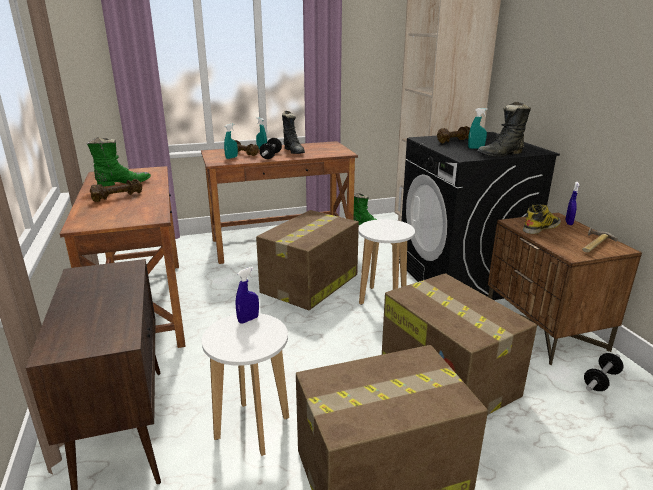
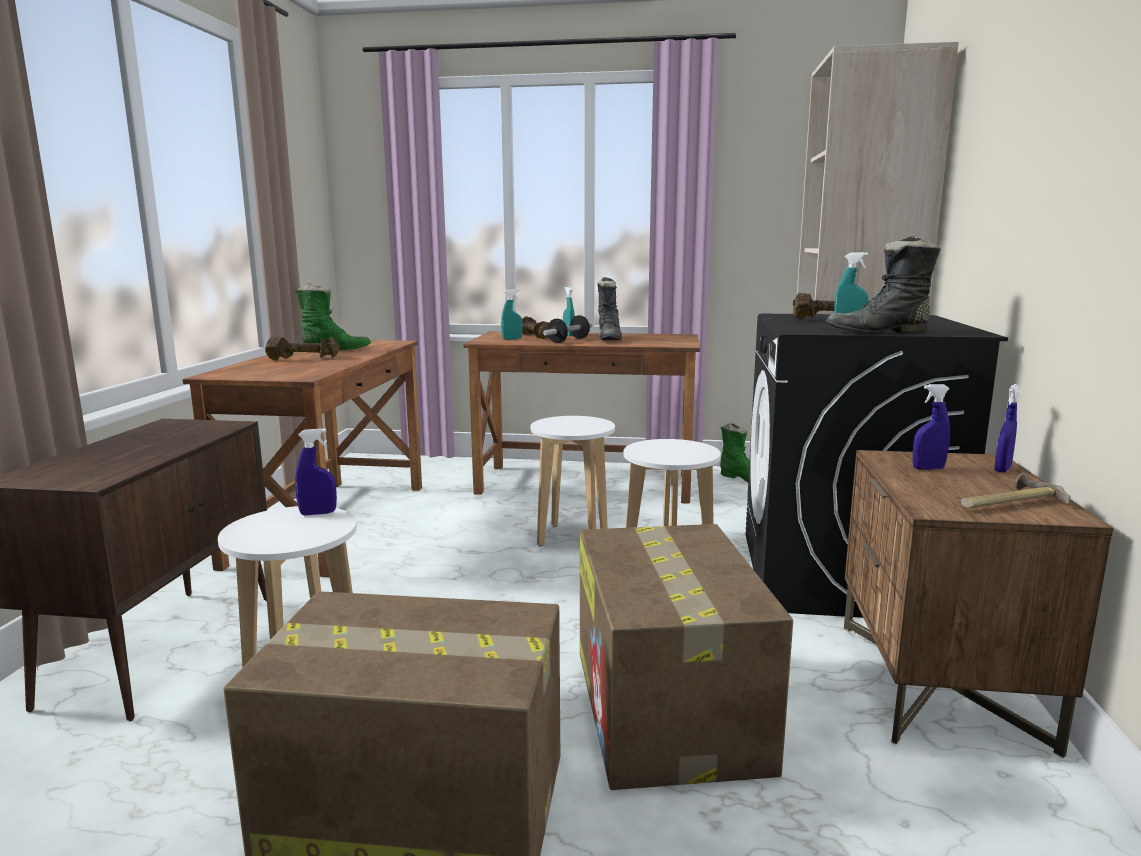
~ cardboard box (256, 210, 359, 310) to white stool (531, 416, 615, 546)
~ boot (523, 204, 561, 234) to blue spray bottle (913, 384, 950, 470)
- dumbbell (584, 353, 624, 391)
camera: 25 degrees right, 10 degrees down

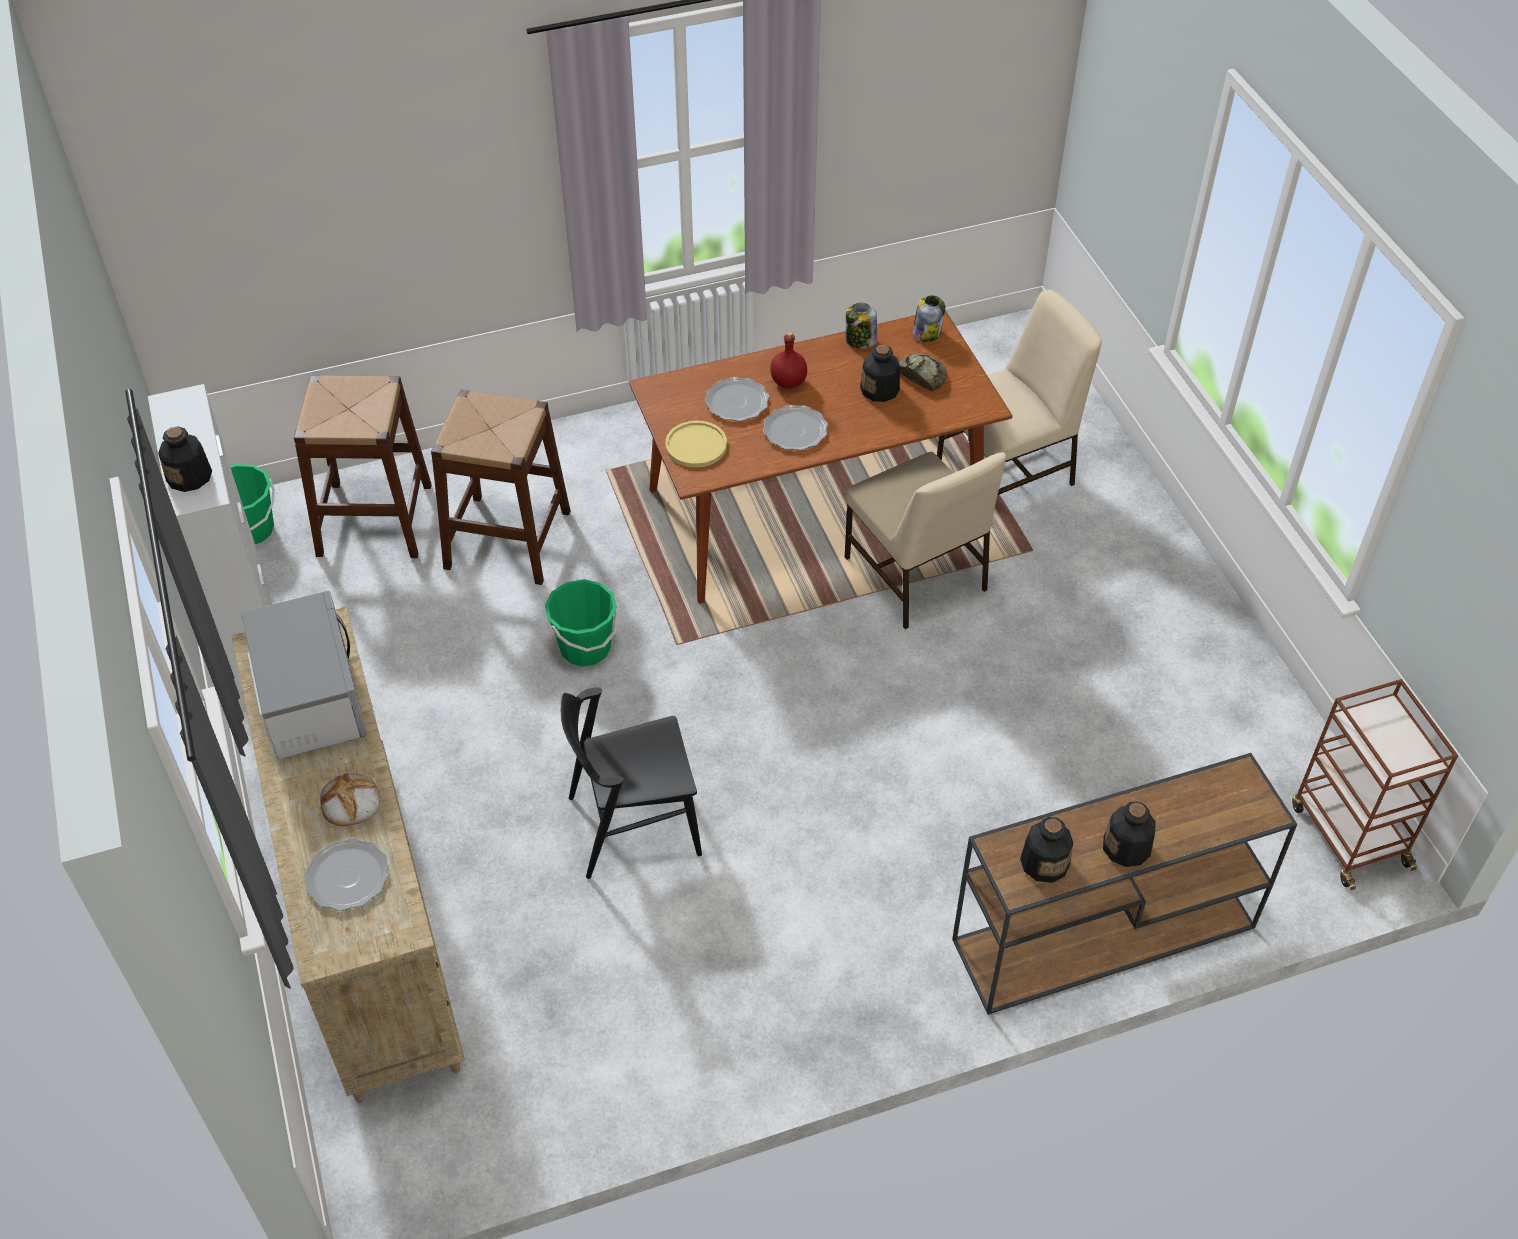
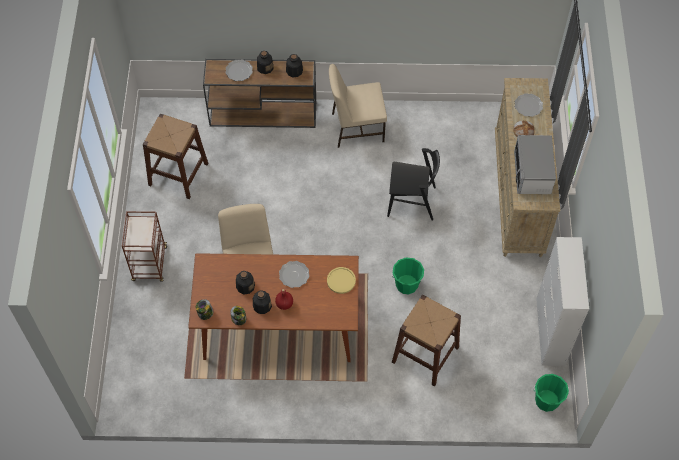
~ brown cart (1292, 679, 1458, 891) to (122, 211, 167, 282)
~ brown stool (294, 375, 432, 558) to (143, 114, 208, 199)
~ plate (705, 377, 769, 421) to (226, 60, 253, 81)
~ bottle (158, 426, 212, 492) to (253, 290, 272, 314)
~ beige chair (937, 290, 1102, 495) to (329, 64, 387, 148)
- bread (899, 354, 946, 391)
camera: 160 degrees left, 10 degrees up

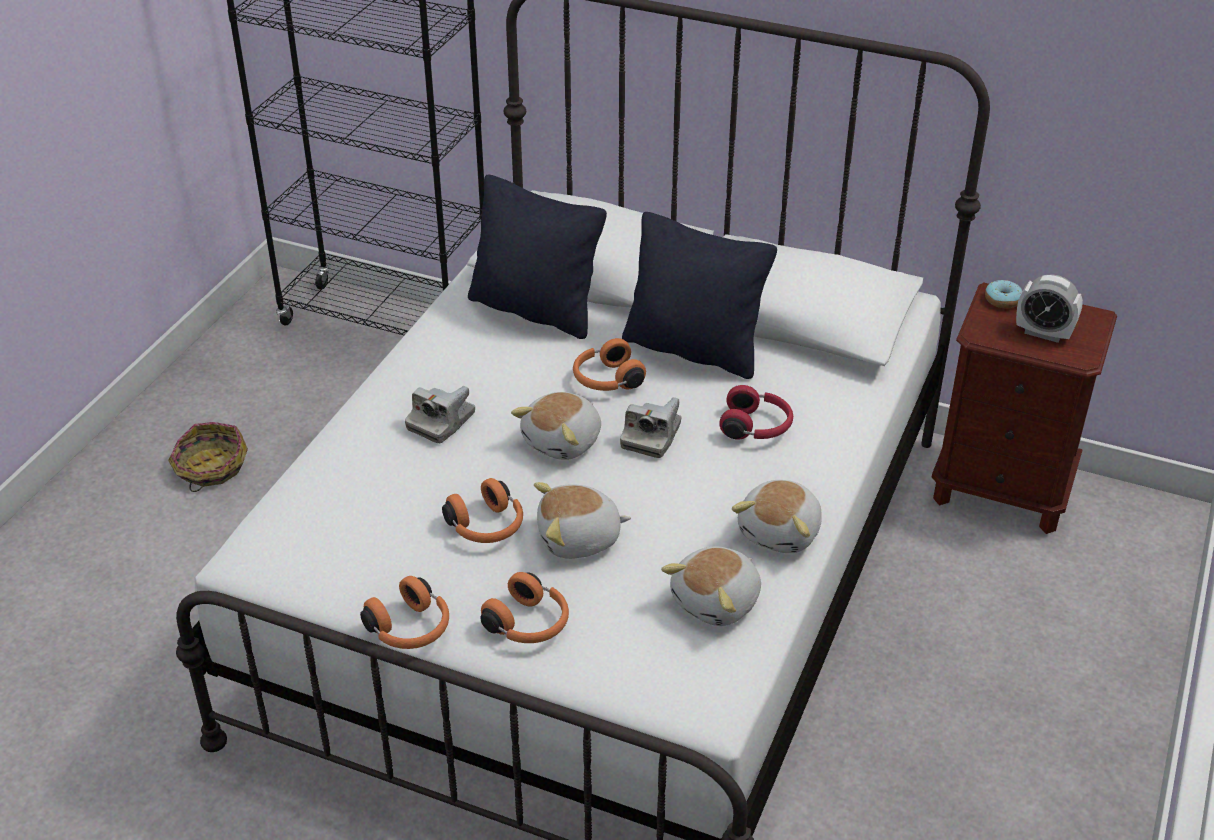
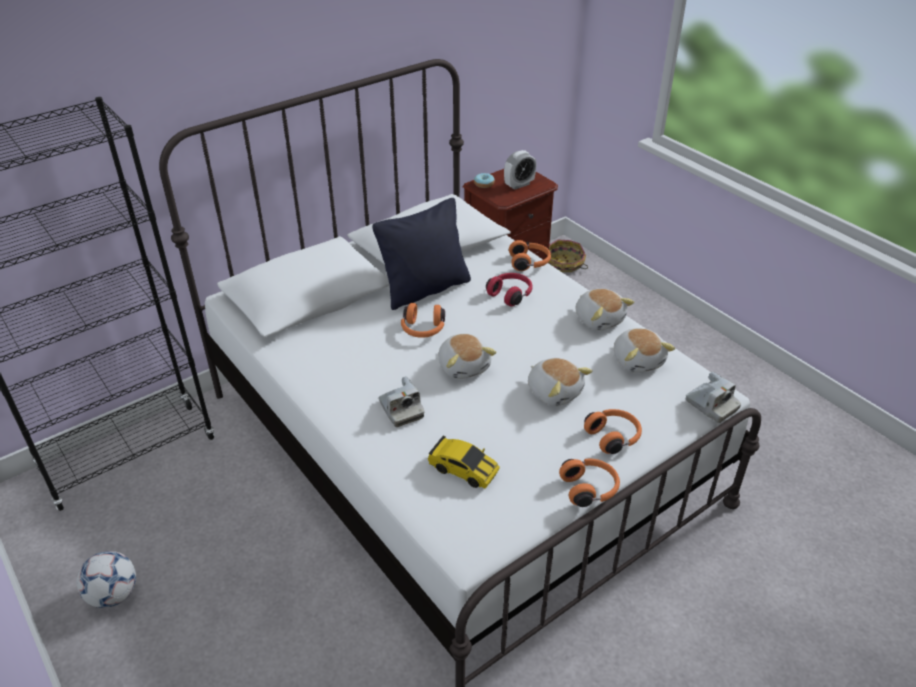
+ football (77, 551, 136, 608)
+ toy car (428, 436, 500, 488)
~ orange headphones (442, 478, 523, 543) to (509, 240, 551, 271)
~ plush toy (534, 482, 631, 559) = (528, 358, 592, 406) 60 degrees counterclockwise
~ basket (168, 422, 248, 492) to (548, 239, 588, 272)
~ photo camera (620, 397, 682, 458) to (686, 371, 741, 423)
- black pillow (468, 175, 607, 339)
camera: 60 degrees left, 0 degrees up

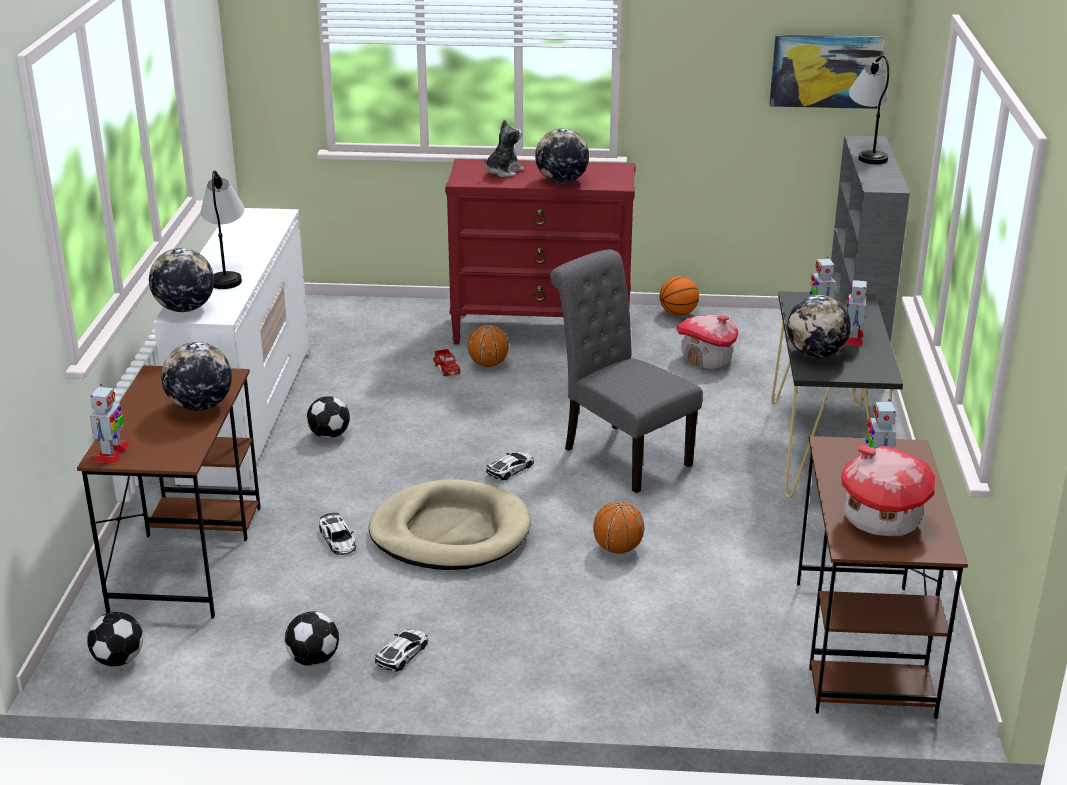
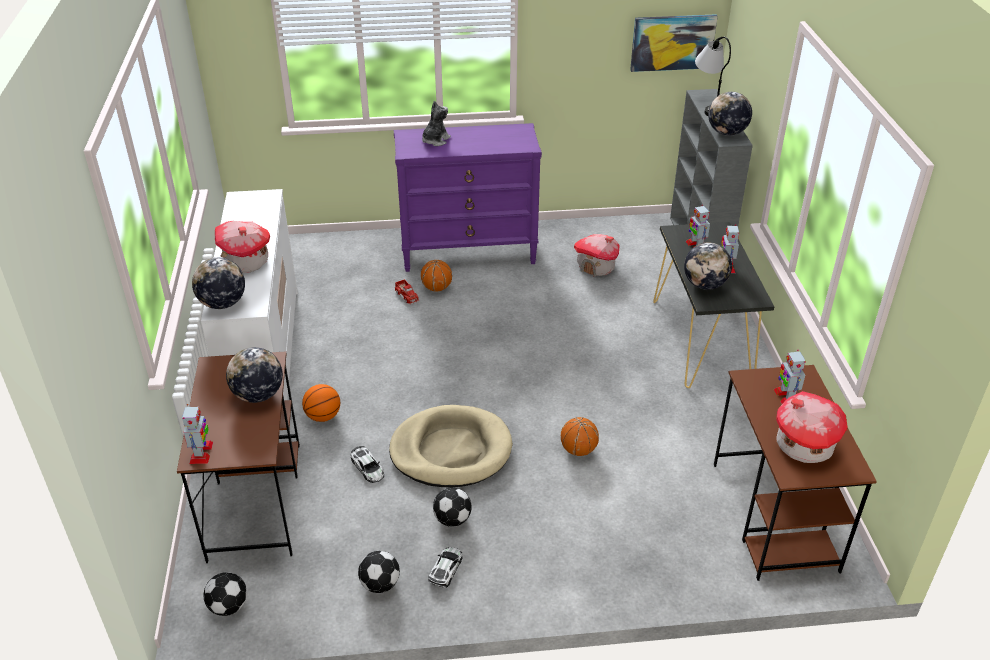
~ table lamp (201, 170, 244, 289) to toy house (215, 221, 270, 273)
~ basketball (660, 276, 699, 316) to (302, 384, 340, 422)
~ red dresser (445, 159, 636, 345) to purple dresser (394, 123, 542, 272)
~ football (307, 396, 350, 439) to (433, 487, 472, 527)
~ globe (535, 128, 589, 183) to (708, 92, 752, 136)
- toy car (486, 452, 534, 480)
- grey chair (550, 249, 703, 493)
camera: 10 degrees left, 10 degrees up

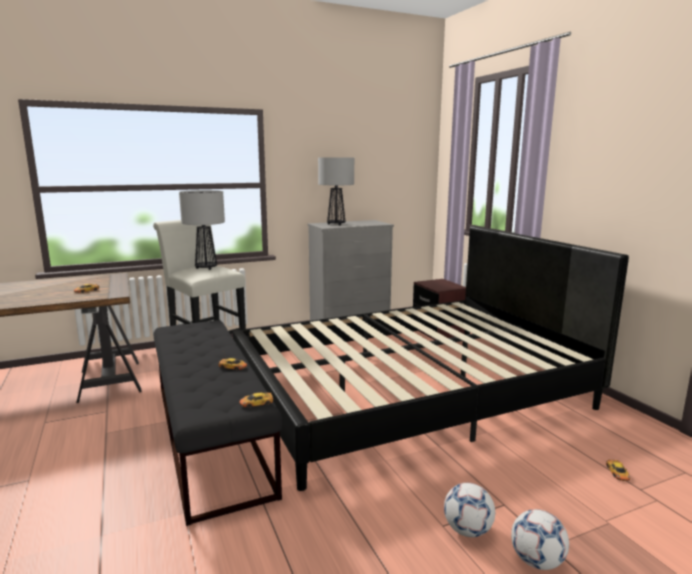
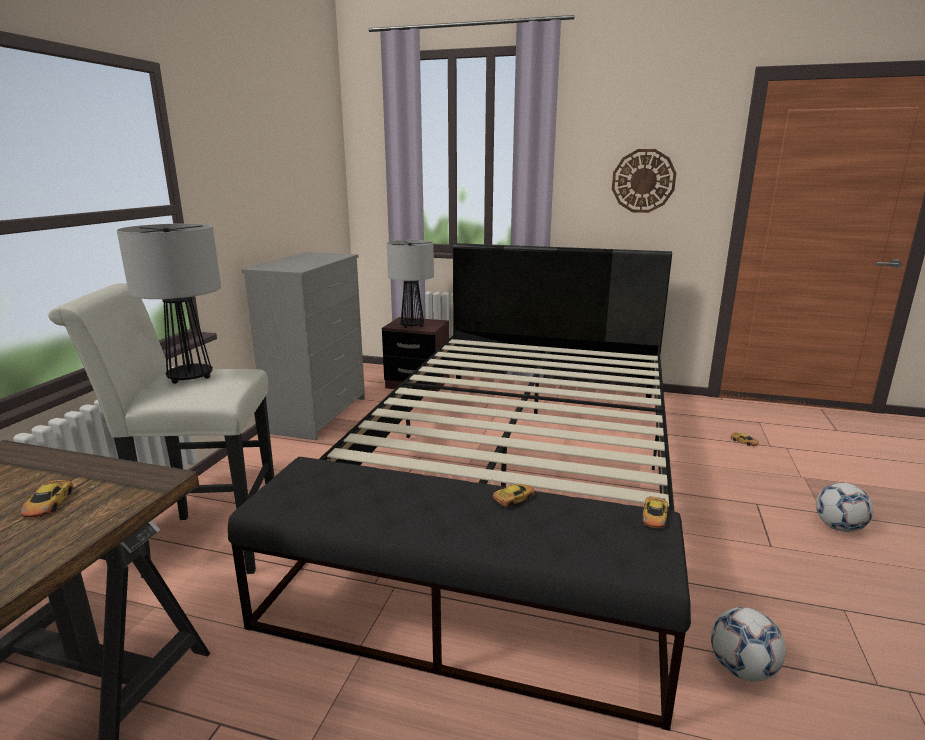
~ table lamp (318, 157, 354, 225) to (387, 240, 434, 328)
+ wall clock (612, 149, 676, 213)
~ football (444, 483, 495, 537) to (711, 607, 786, 682)
camera: 50 degrees left, 5 degrees up

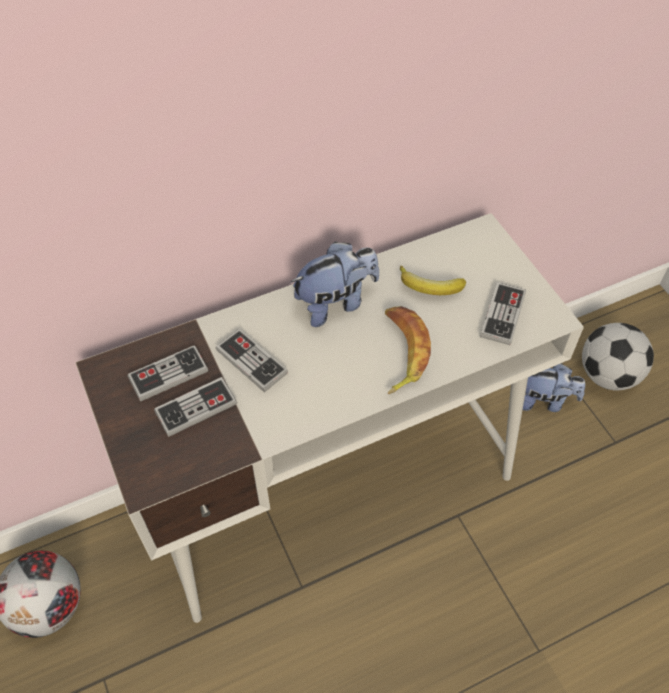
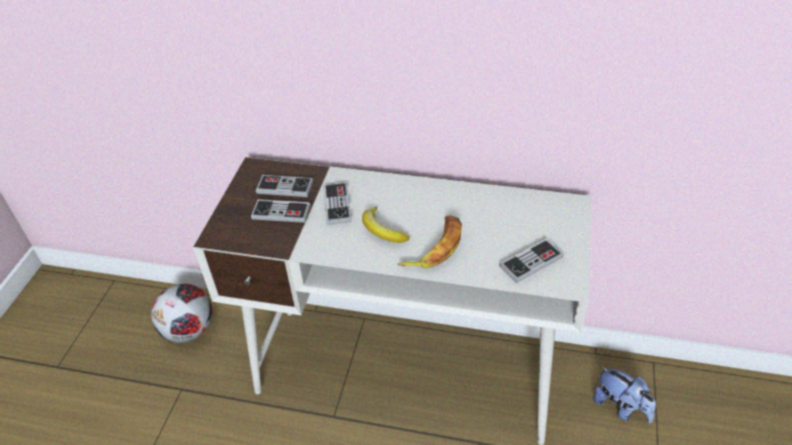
~ banana (400, 266, 466, 295) to (362, 207, 410, 243)
- plush toy (291, 242, 379, 327)
- football (582, 323, 654, 391)
camera: 40 degrees right, 10 degrees down

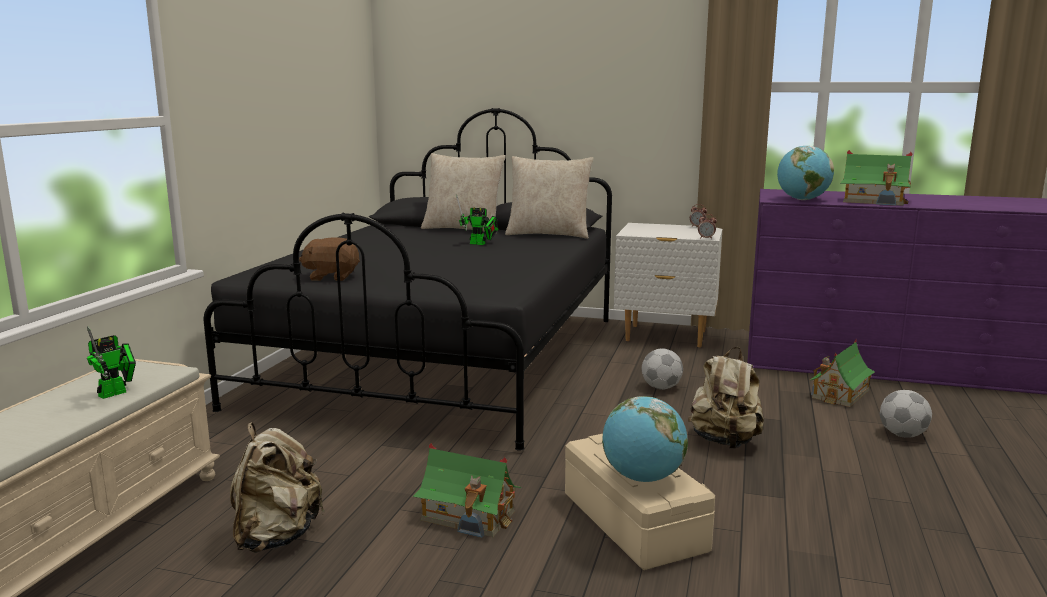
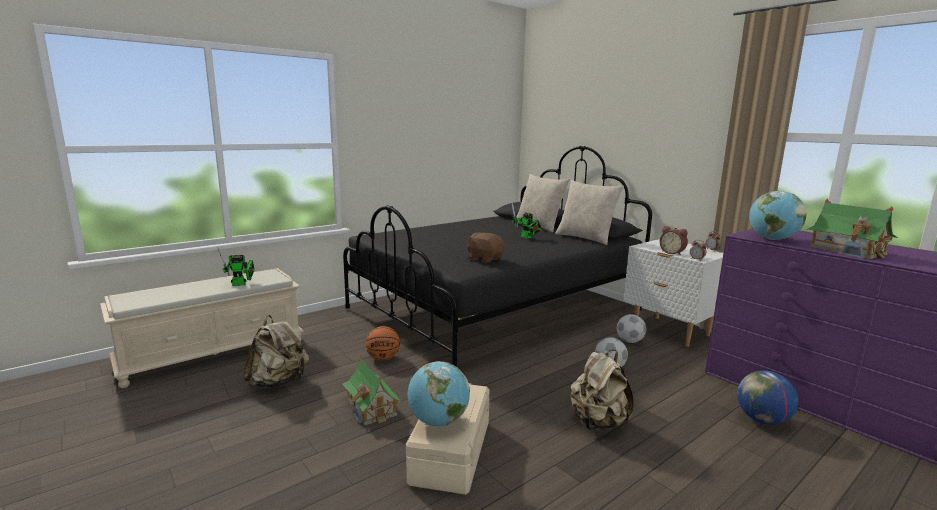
+ basketball (366, 326, 400, 361)
~ brown plush toy (299, 237, 360, 281) to (467, 232, 504, 263)
~ football (880, 390, 932, 438) to (616, 314, 646, 343)
+ alarm clock (660, 226, 688, 255)
~ toy house (810, 339, 875, 407) to globe (737, 371, 798, 425)
camera: 35 degrees right, 0 degrees up

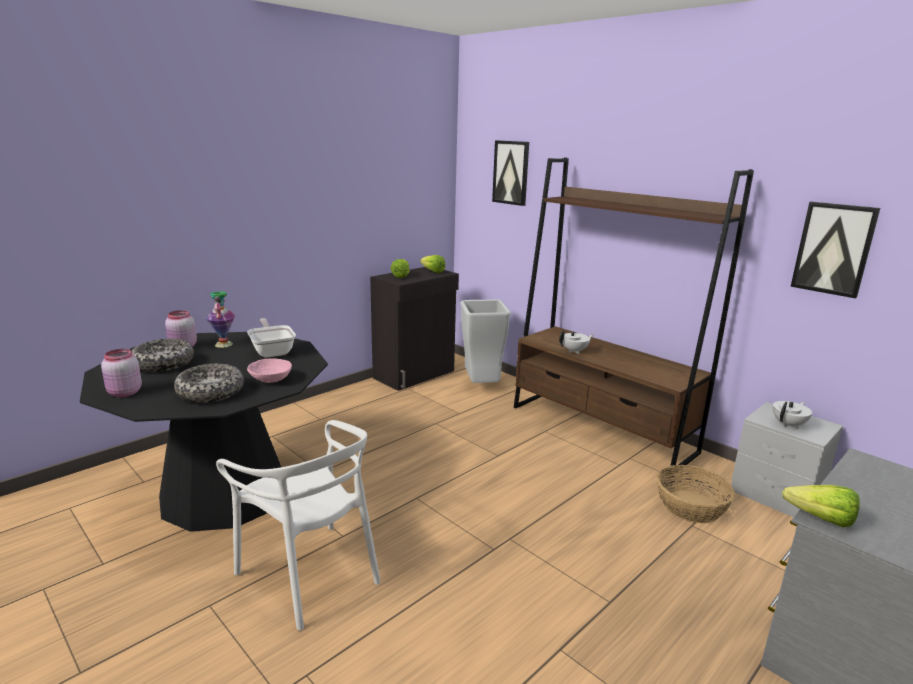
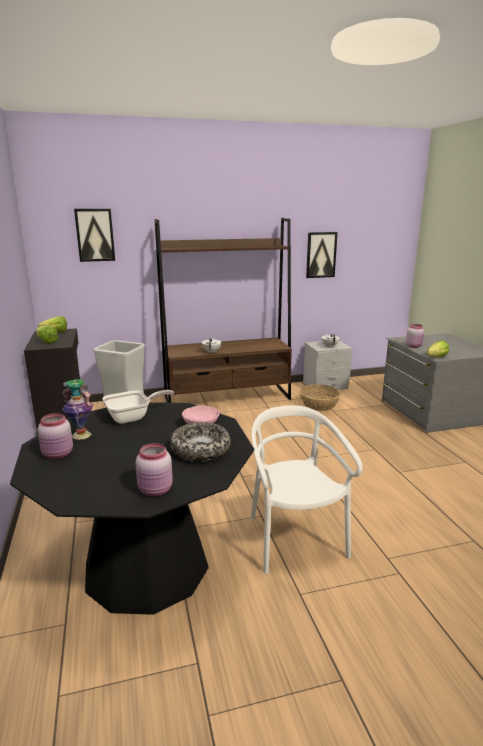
~ frying pan (247, 318, 296, 358) = (102, 390, 174, 424) 150 degrees clockwise
~ white chair (216, 420, 381, 630) = (251, 405, 363, 574) 90 degrees counterclockwise
+ pink jar (406, 324, 424, 348)
- bowl (131, 339, 194, 372)
camera: 60 degrees left, 0 degrees up

